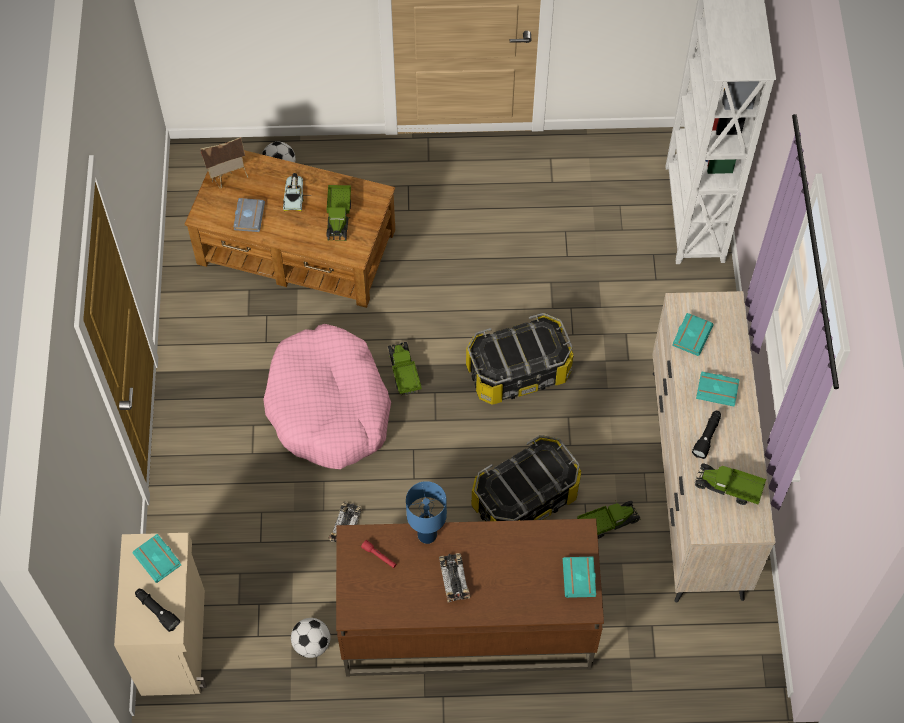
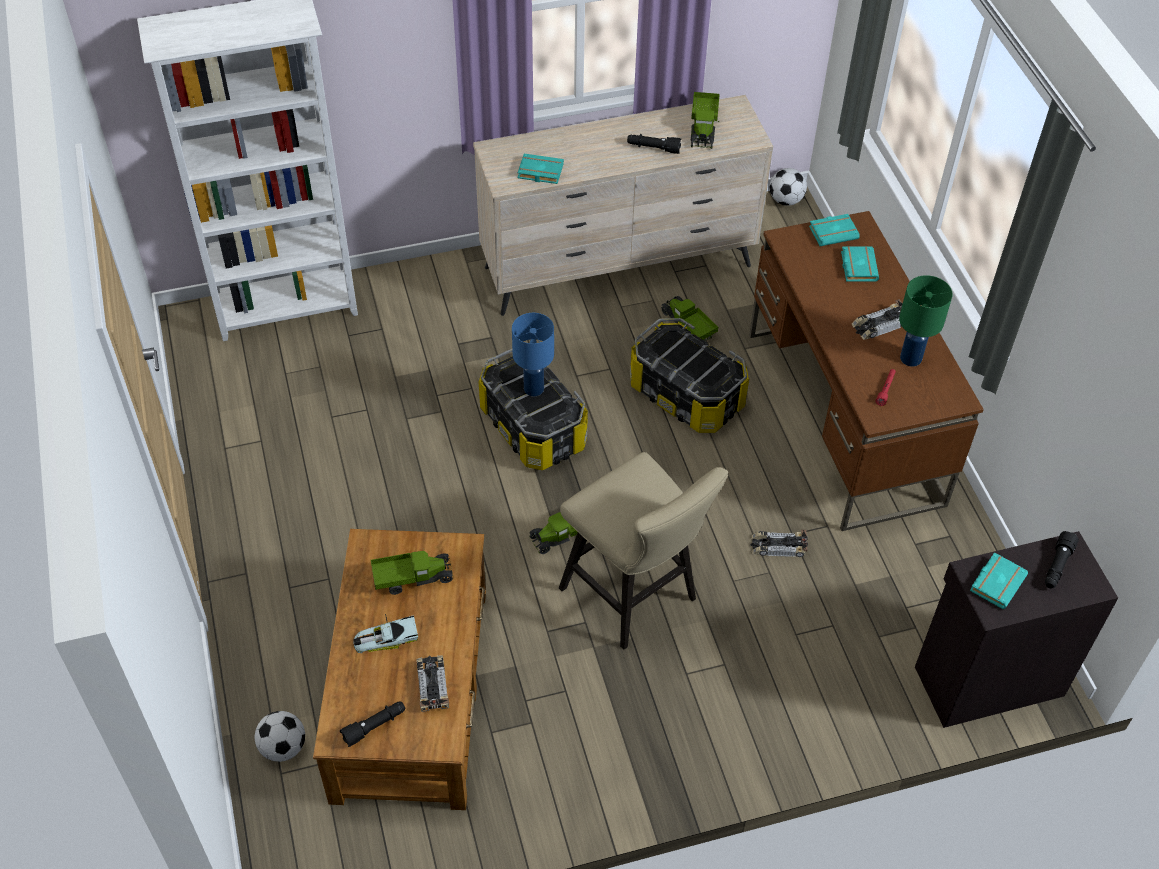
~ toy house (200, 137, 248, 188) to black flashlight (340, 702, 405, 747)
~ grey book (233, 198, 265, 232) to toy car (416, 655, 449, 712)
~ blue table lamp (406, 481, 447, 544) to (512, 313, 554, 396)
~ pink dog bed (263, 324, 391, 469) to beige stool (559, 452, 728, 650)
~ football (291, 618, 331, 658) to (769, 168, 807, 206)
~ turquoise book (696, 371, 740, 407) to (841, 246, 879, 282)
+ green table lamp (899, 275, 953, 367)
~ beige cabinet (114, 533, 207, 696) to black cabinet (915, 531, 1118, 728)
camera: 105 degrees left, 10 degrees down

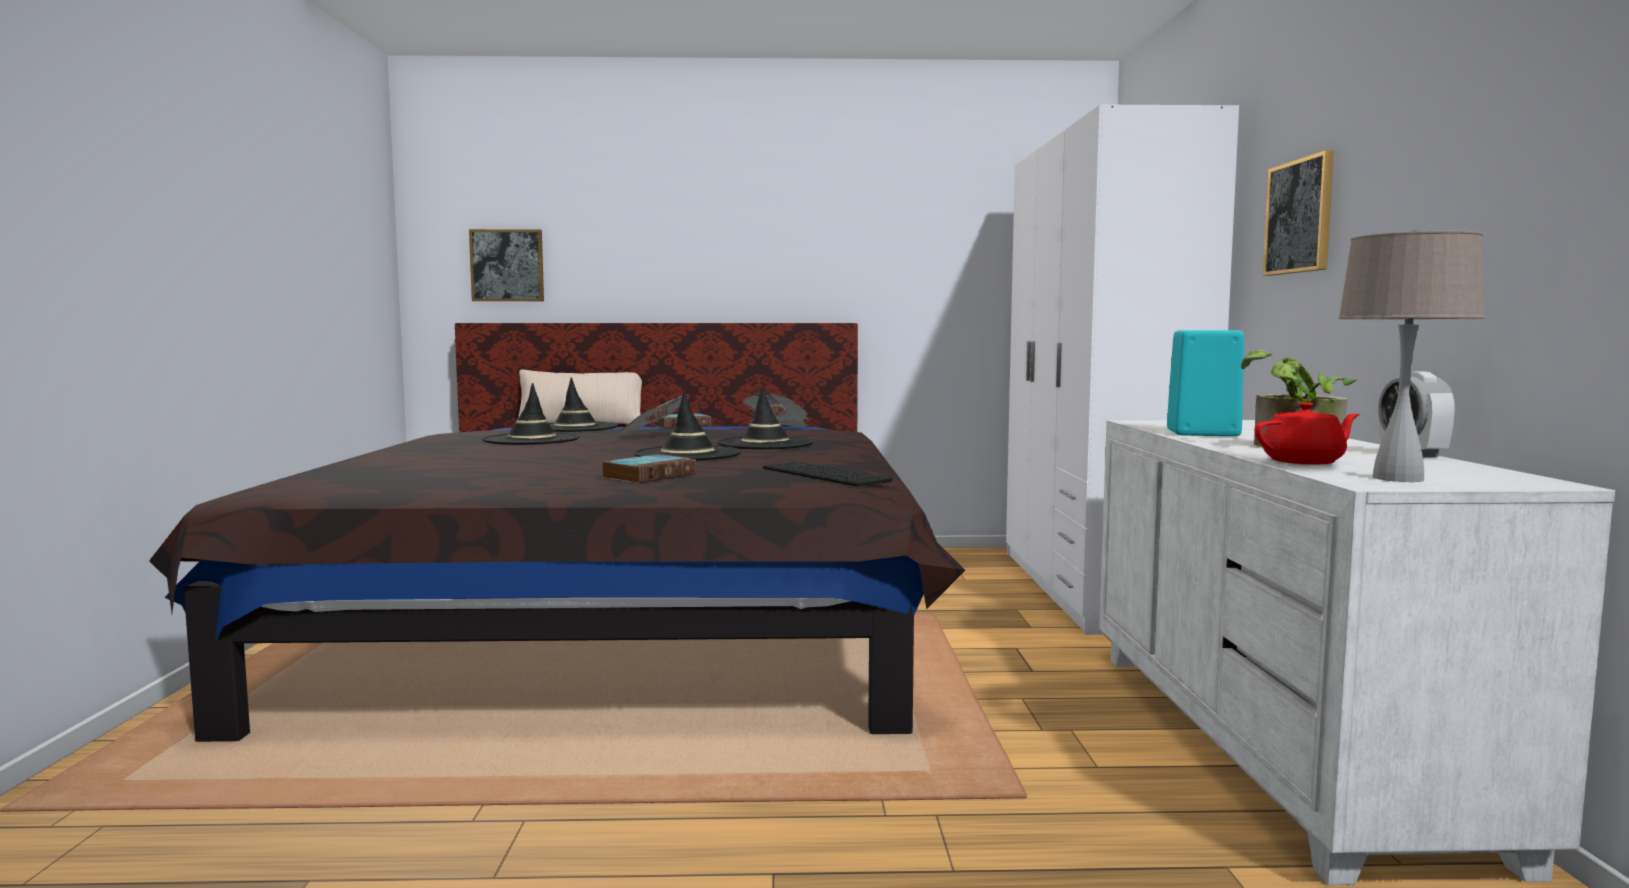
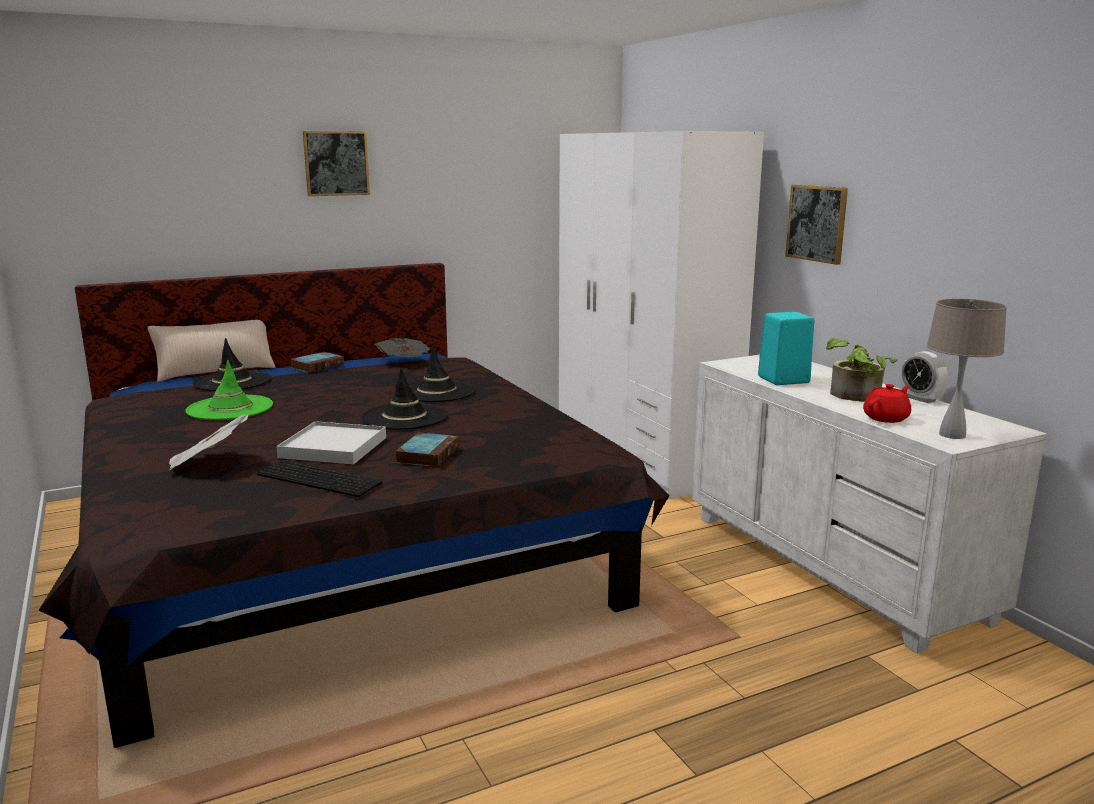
~ newspaper (616, 394, 689, 435) to (169, 415, 248, 470)
~ black hat (482, 383, 580, 445) to green hat (186, 360, 273, 420)
~ keyboard (763, 461, 892, 486) to (257, 460, 383, 497)
+ white tray (276, 421, 386, 464)
~ picture (469, 229, 544, 301) to (303, 131, 370, 196)
camera: 25 degrees left, 10 degrees up

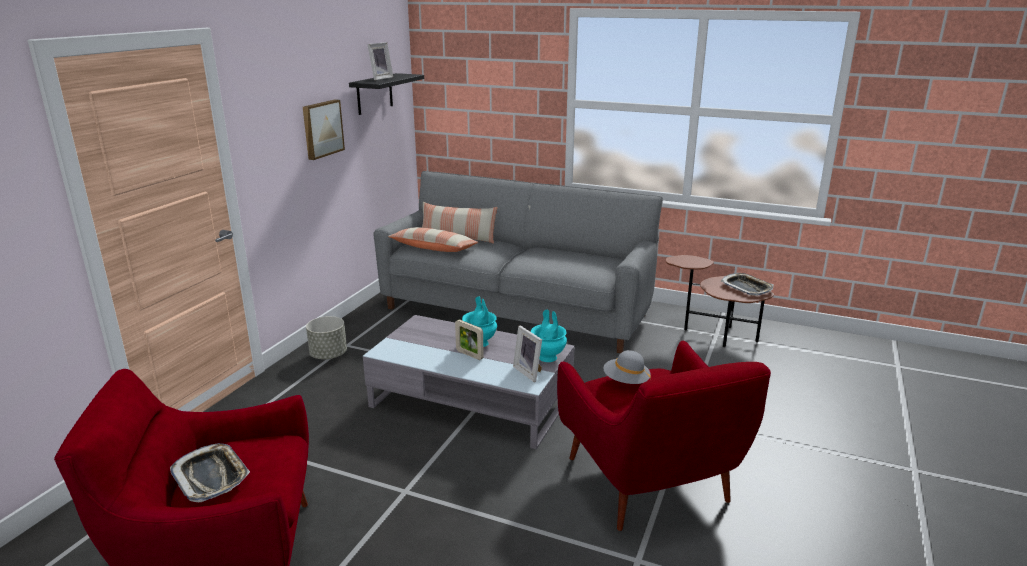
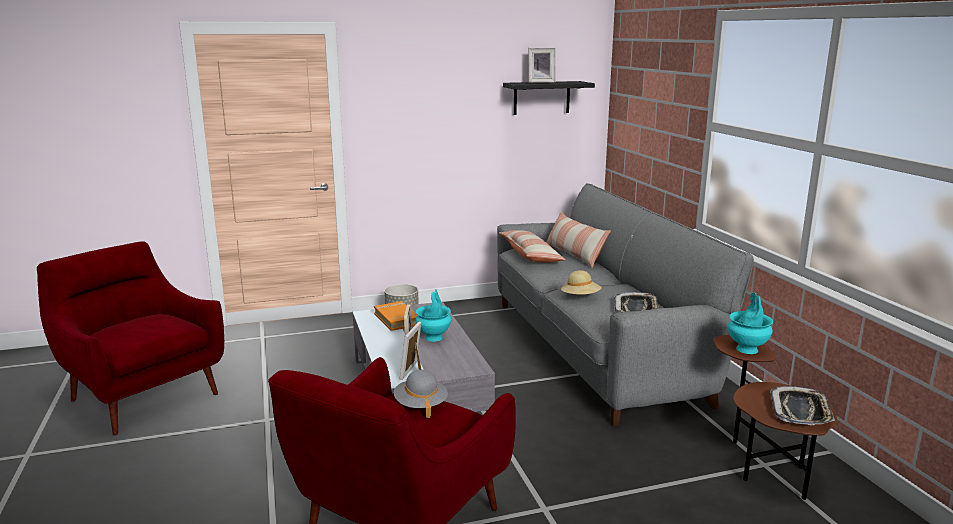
+ orange book (374, 301, 417, 331)
+ beige hat (561, 270, 602, 295)
~ tray (170, 443, 250, 502) to (614, 292, 659, 313)
~ turquoise vase (531, 309, 567, 362) to (728, 293, 773, 354)
- picture (303, 99, 345, 160)
camera: 50 degrees right, 5 degrees down

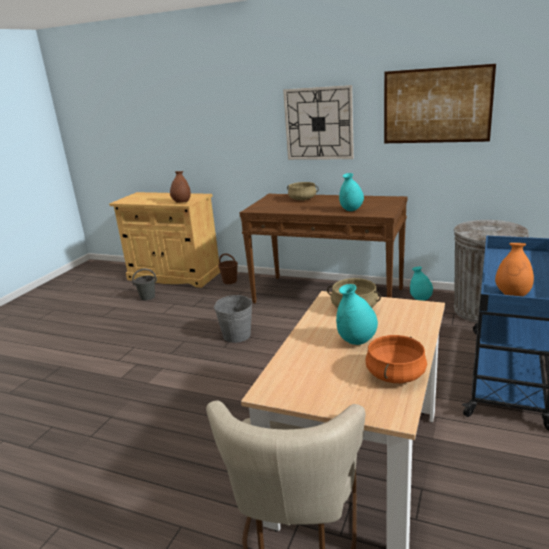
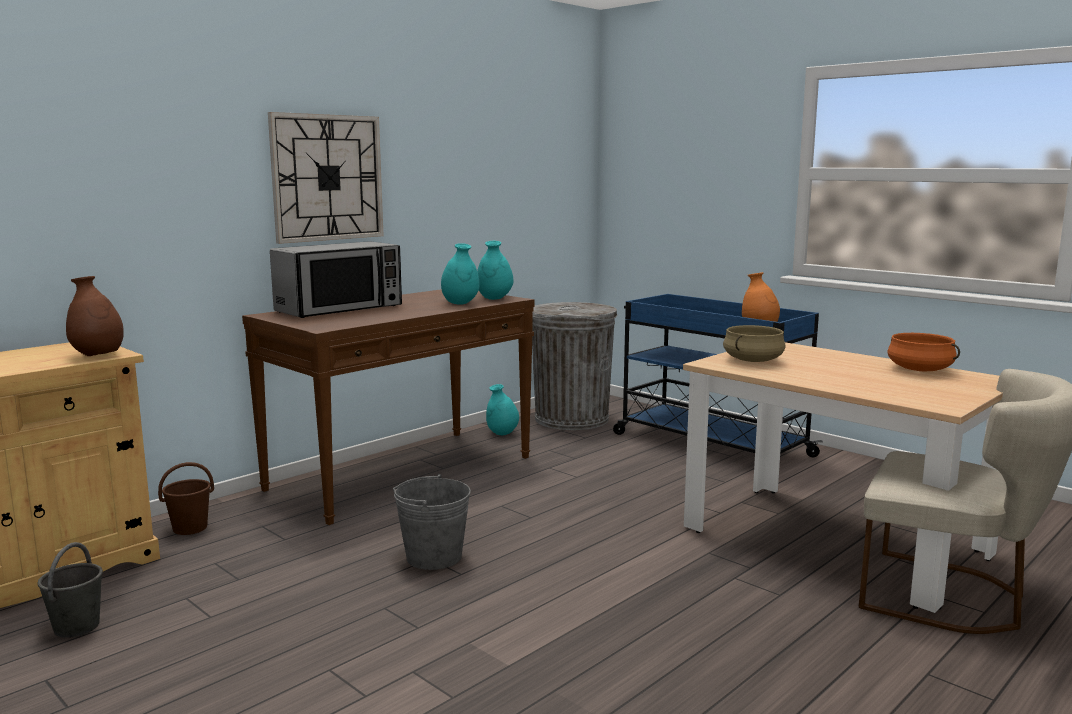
~ beige cooking pot (287, 182, 319, 200) to microwave (270, 241, 402, 318)
~ turquoise vase (336, 284, 378, 345) to (477, 241, 514, 300)
- picture (384, 64, 496, 143)
camera: 70 degrees left, 10 degrees down

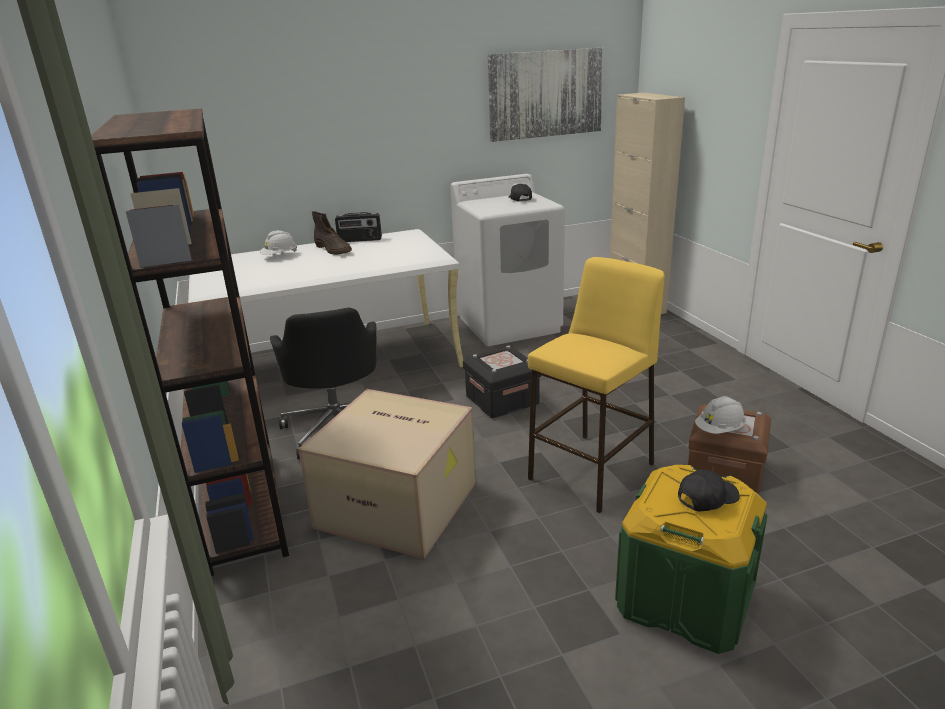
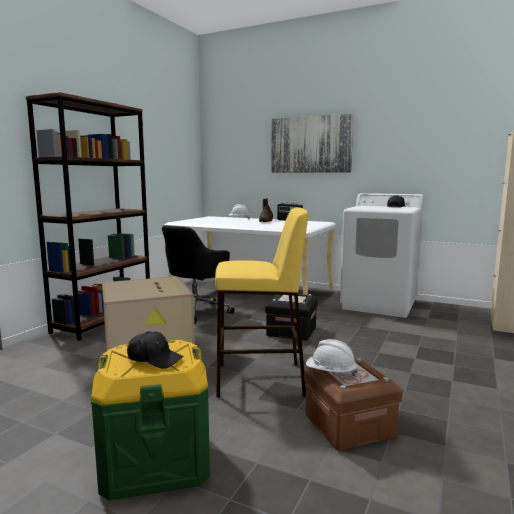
~ picture (488, 48, 604, 142) to (271, 114, 354, 173)
camera: 45 degrees right, 15 degrees down

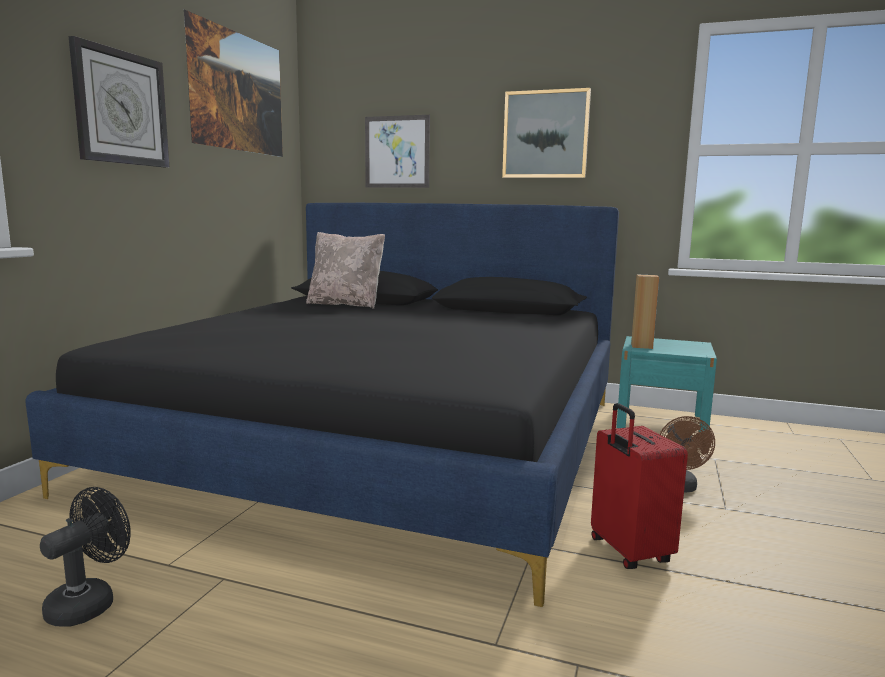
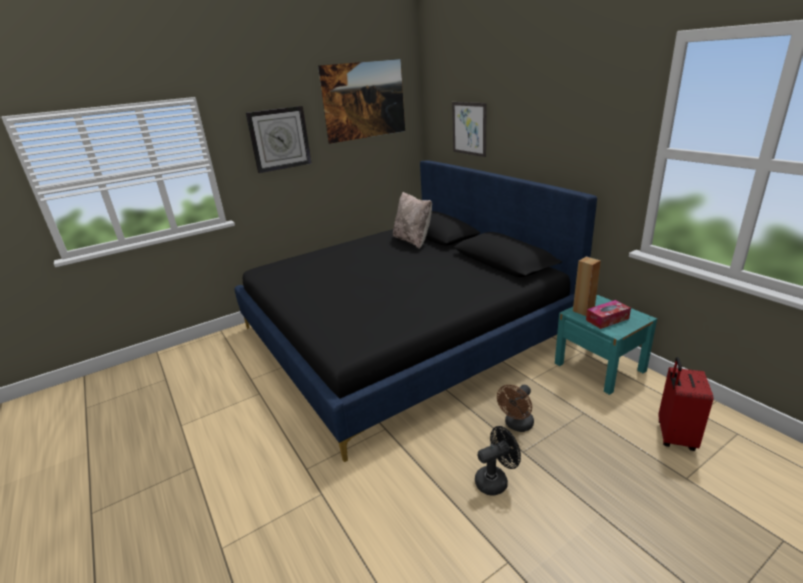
~ black fan (40, 487, 131, 627) to (475, 426, 521, 496)
+ tissue box (586, 300, 631, 329)
~ red suitcase (591, 403, 688, 569) to (659, 357, 714, 451)
- picture (502, 88, 591, 178)
camera: 40 degrees right, 15 degrees up

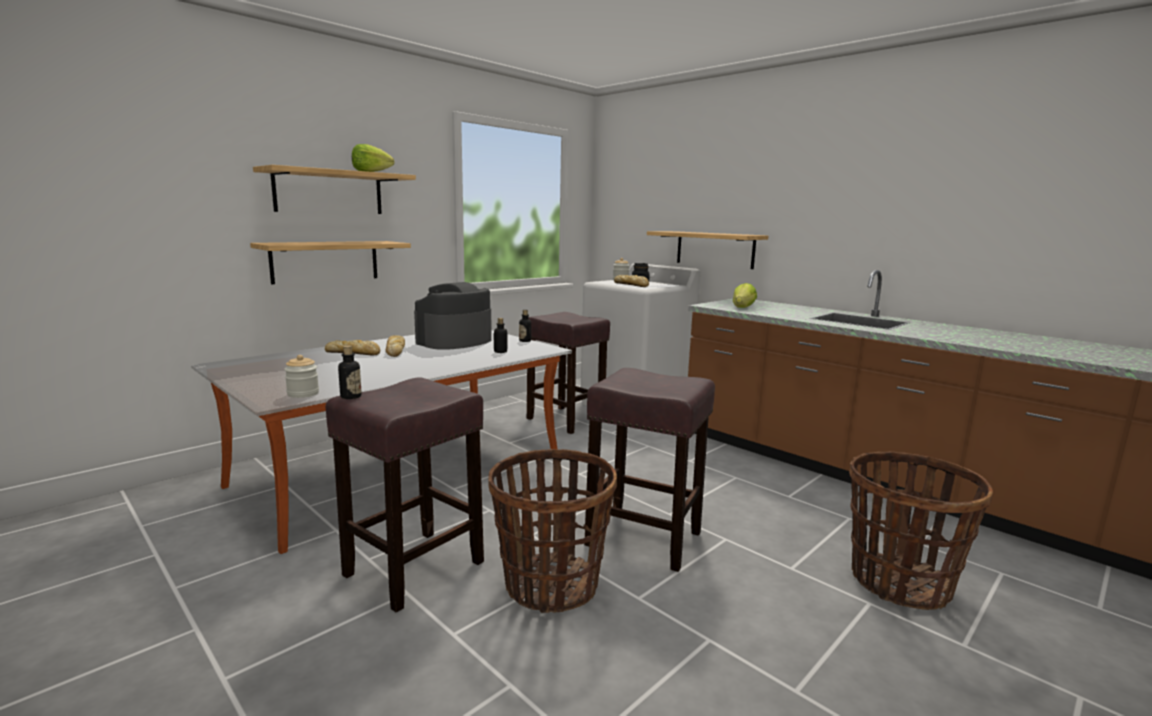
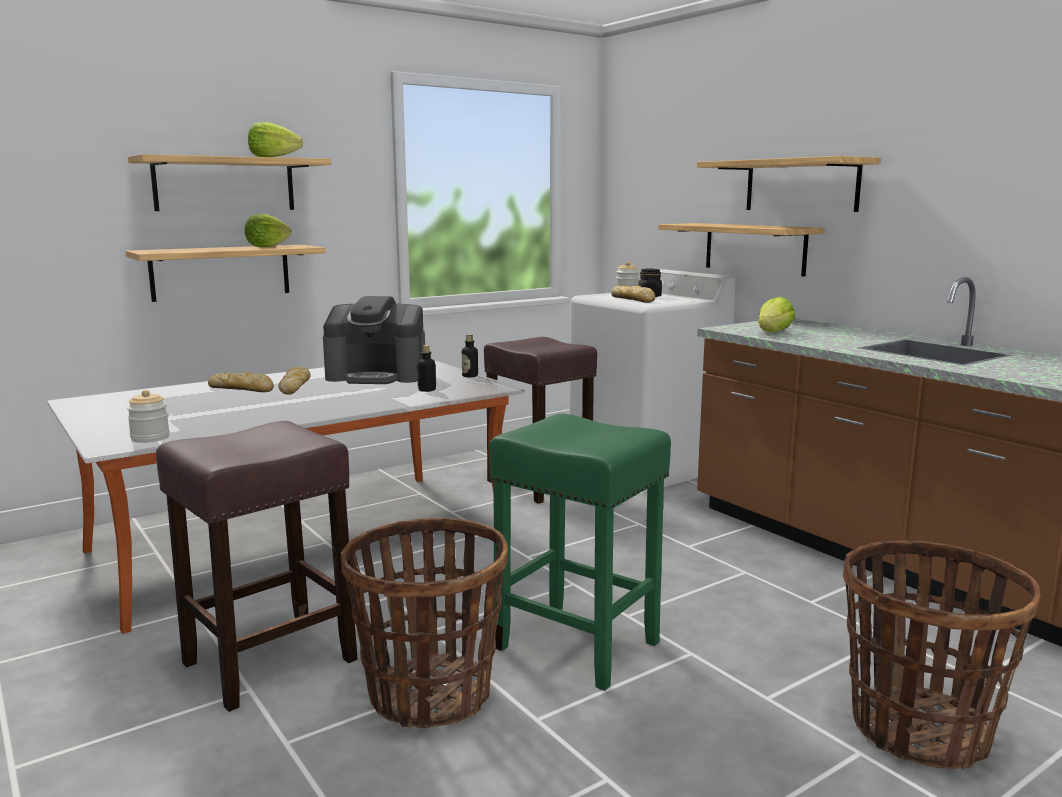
+ lettuce (244, 214, 291, 247)
~ coffee machine (414, 282, 492, 350) = (323, 296, 425, 384) 135 degrees counterclockwise
~ brown stool (584, 368, 715, 572) to green stool (489, 413, 671, 691)
+ shelf (697, 156, 881, 212)
- bottle (338, 345, 362, 399)
camera: 10 degrees right, 0 degrees up

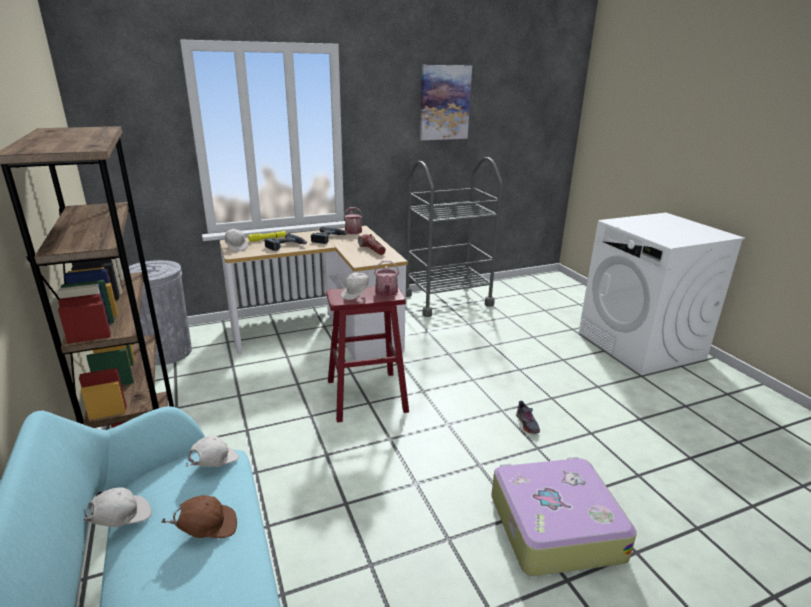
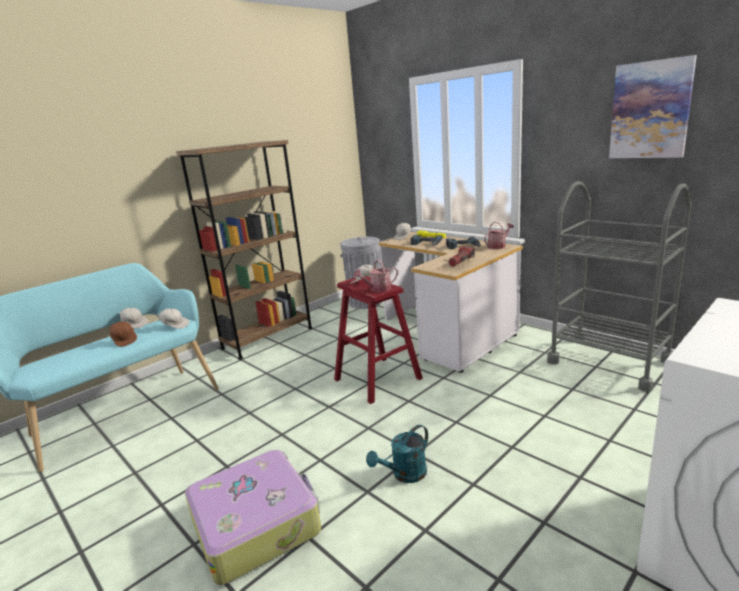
~ grey shoe (516, 401, 540, 434) to turquoise watering can (366, 425, 428, 483)
camera: 70 degrees right, 5 degrees down

